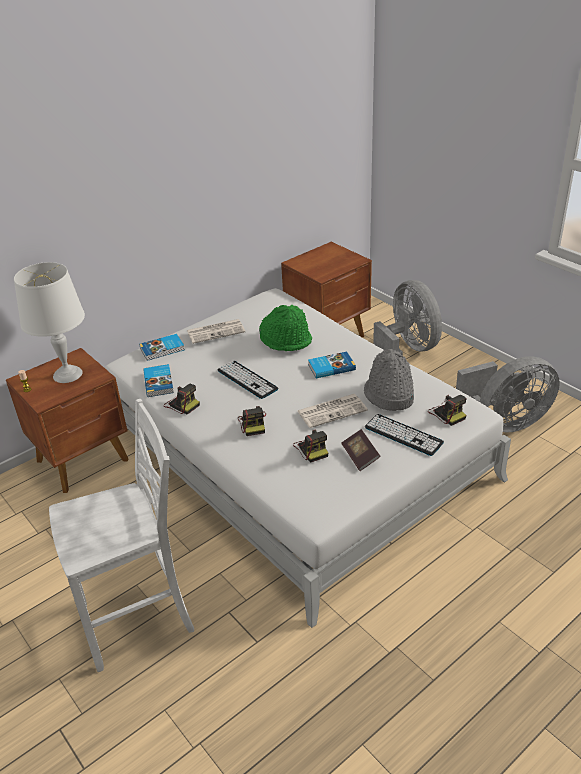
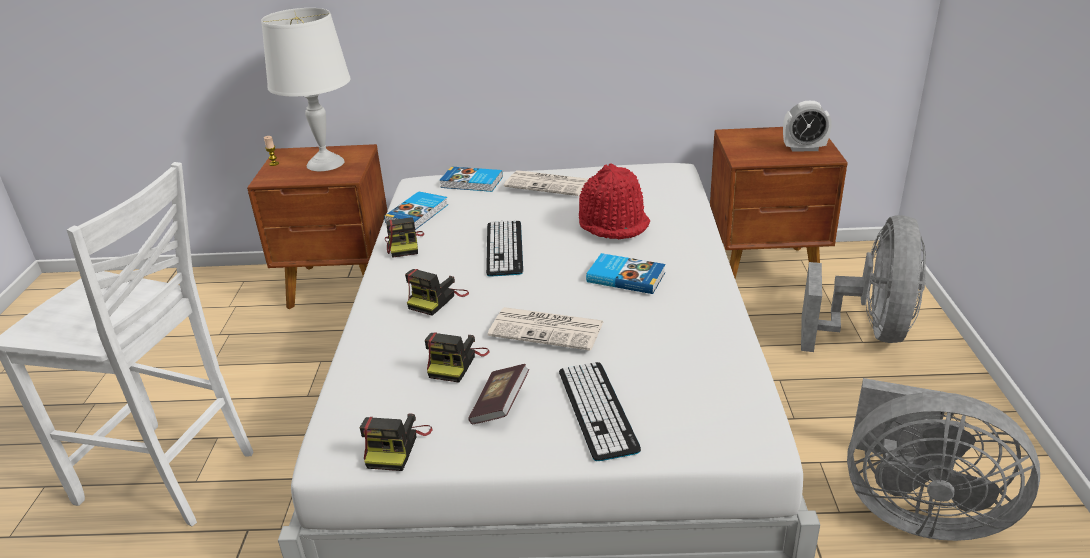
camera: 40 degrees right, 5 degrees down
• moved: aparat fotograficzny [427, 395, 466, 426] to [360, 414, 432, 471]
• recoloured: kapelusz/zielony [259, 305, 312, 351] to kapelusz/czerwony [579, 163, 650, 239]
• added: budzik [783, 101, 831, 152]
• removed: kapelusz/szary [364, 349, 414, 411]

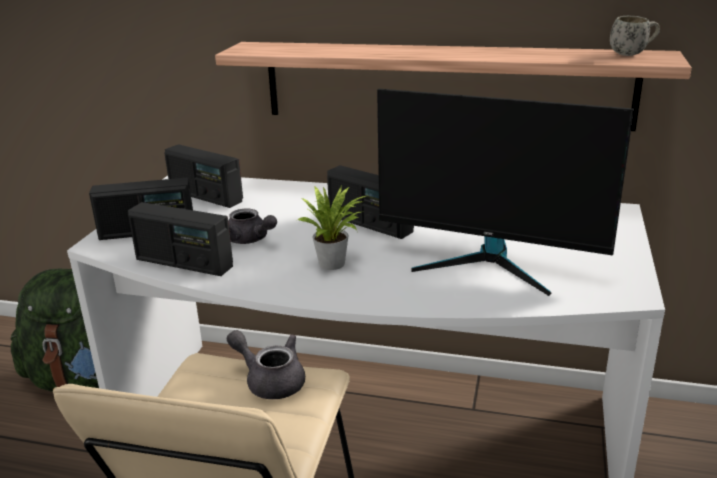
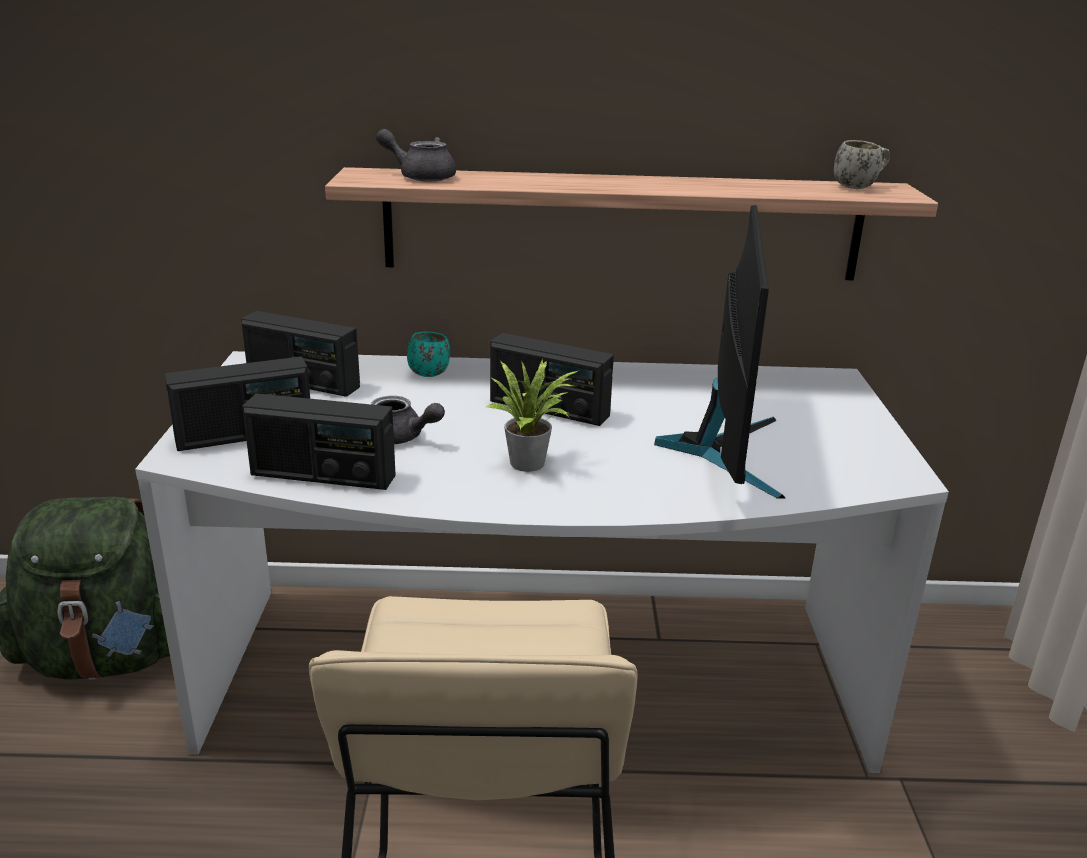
camera: 15 degrees left, 0 degrees up
• moved: imbryk/szary [227, 330, 305, 399] to [376, 129, 456, 182]
• added: kubek/turkusowy [407, 332, 450, 377]
• turned: monitor [377, 89, 634, 296] = [654, 205, 785, 499] 90 degrees counterclockwise

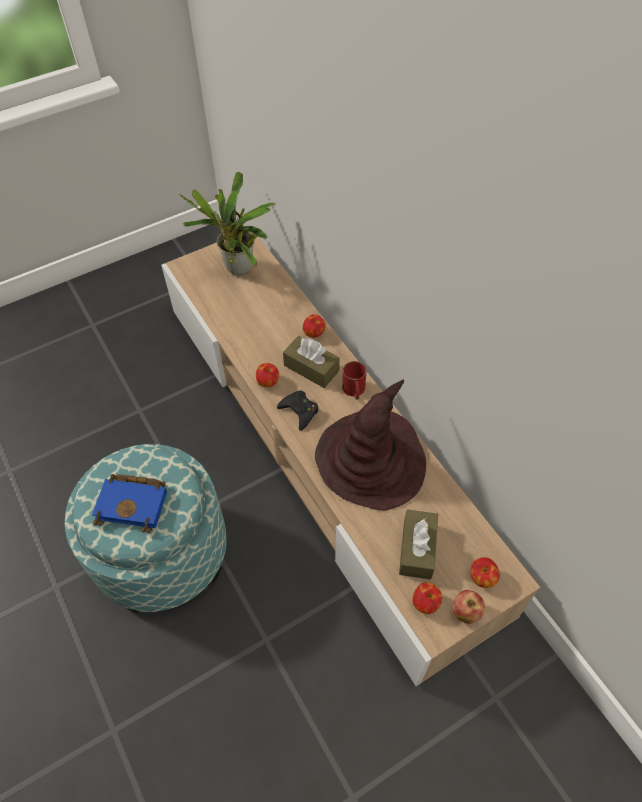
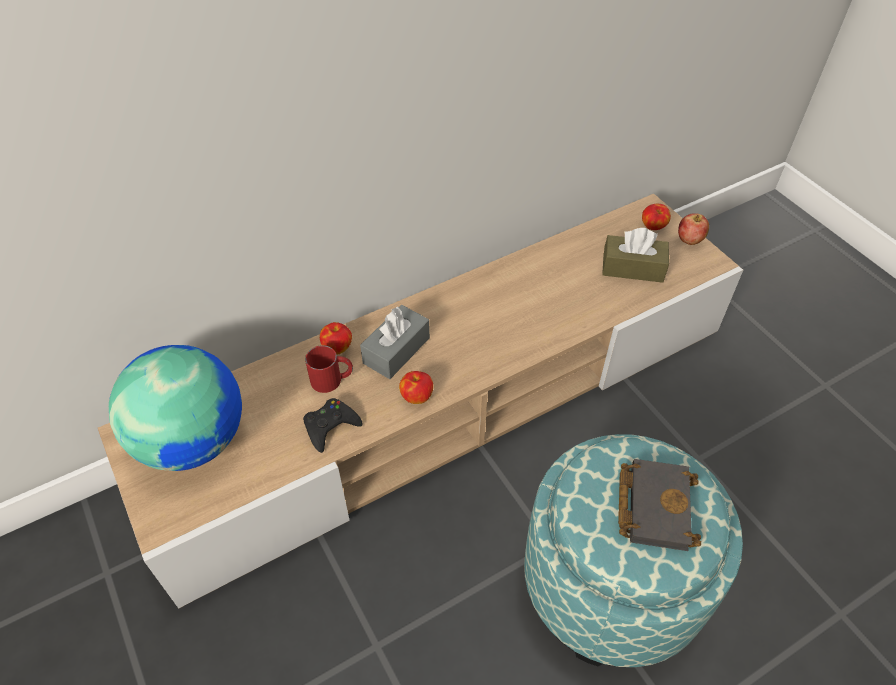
camera: 90 degrees left, 5 degrees down
• replaced: roślina doniczkowa [179, 172, 276, 275] to globus [109, 345, 242, 471]
• moved: pad do gier/czarny [277, 390, 318, 431] to [303, 398, 362, 453]
• moved: kubek/czerwony [342, 361, 366, 400] to [305, 345, 353, 393]
• recoloured: pudełko chusteczek/brązowy [283, 336, 340, 388] to pudełko chusteczek/szary [360, 305, 430, 379]
• recoloured: książka/niebieski [92, 474, 167, 533] to książka/czarny [618, 459, 701, 551]
• removed: kapelusz/brązowy [315, 380, 426, 510]
• removed: jabłko [413, 583, 442, 614]

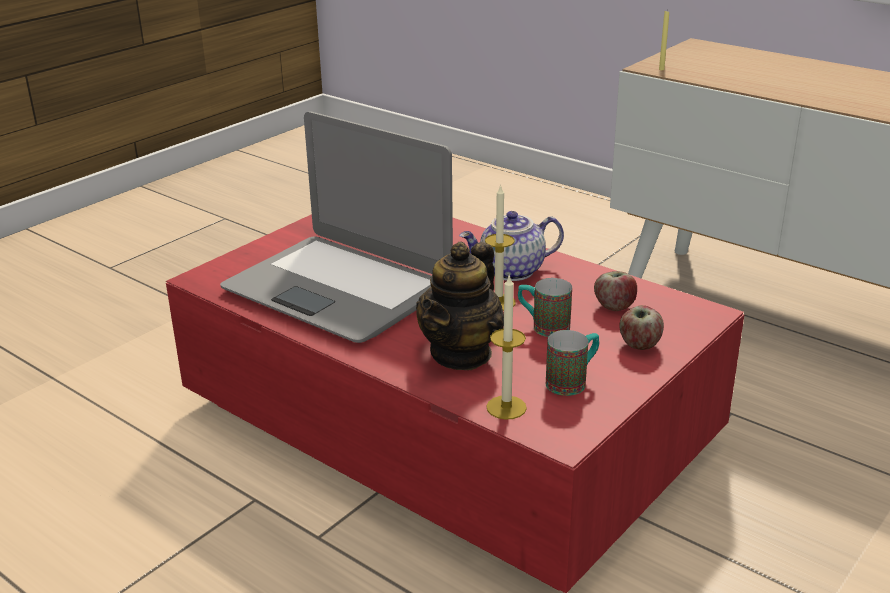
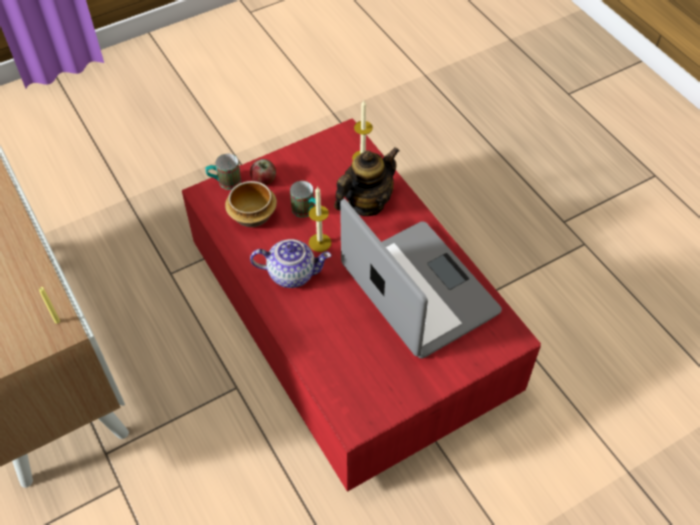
camera: 160 degrees left, 25 degrees up
• moved: kubek [546, 330, 599, 396] to [205, 154, 241, 190]
• replaced: jabłko [594, 271, 637, 311] to miska [225, 181, 277, 227]

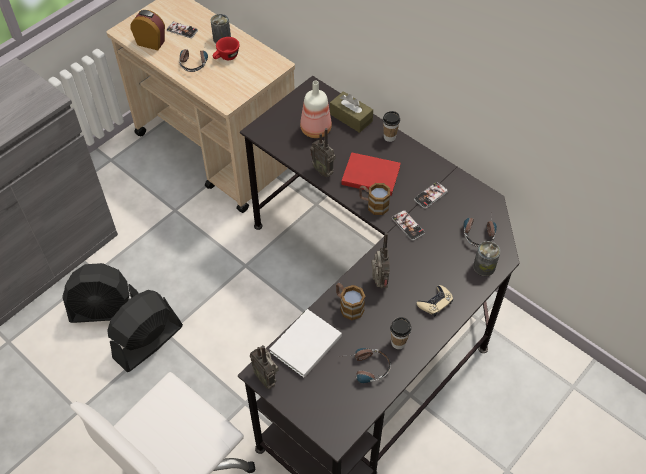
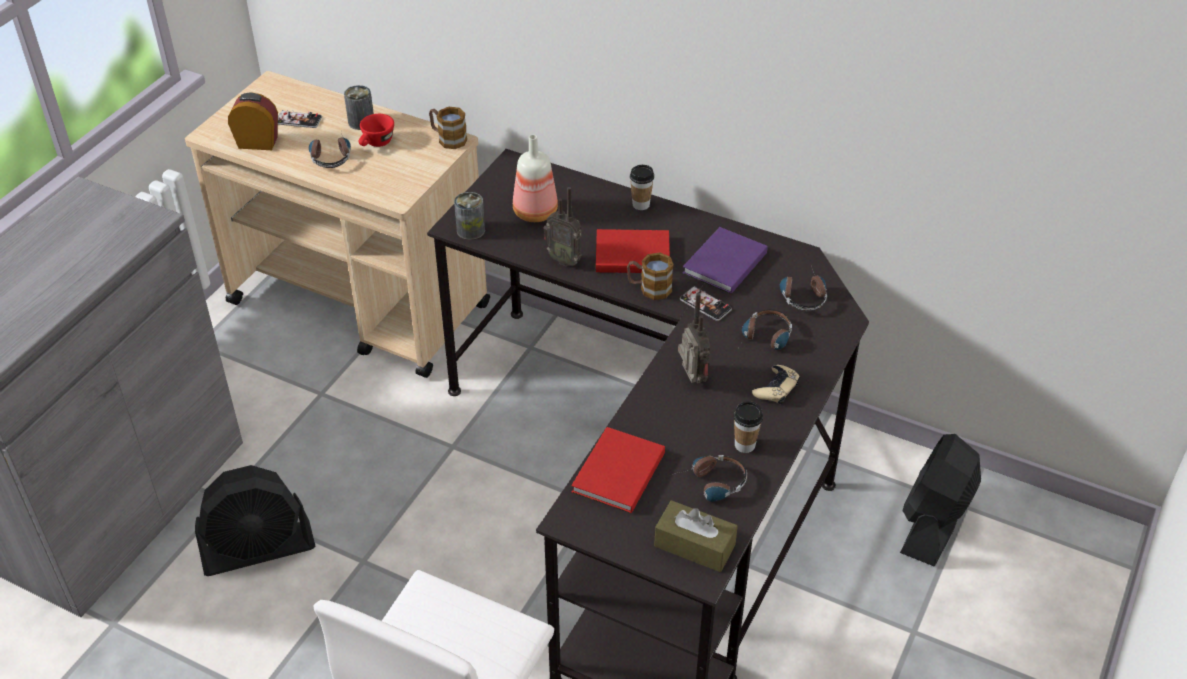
camera: 15 degrees left, 10 degrees down
• moved: kubek [336, 283, 365, 320] to [429, 107, 467, 149]
• moved: puszka [473, 241, 500, 276] to [454, 192, 485, 240]
• recoloured: książka/biały [270, 309, 342, 378] to książka/czerwony [571, 427, 665, 513]
• moved: pudełko chusteczek/brązowy [330, 91, 373, 133] to [654, 500, 738, 572]
• replaced: telefon [414, 182, 448, 209] to książka/fioletowy [683, 227, 768, 294]
• added: słuchawki [739, 309, 792, 350]
• moved: wentylator/czarny [107, 290, 183, 372] to [900, 434, 981, 566]
• removed: radio [250, 345, 279, 389]

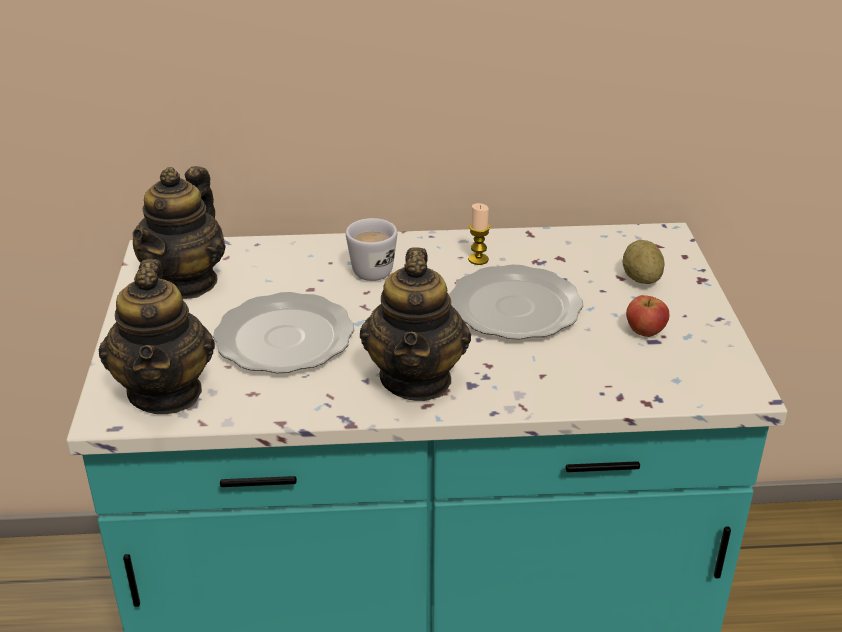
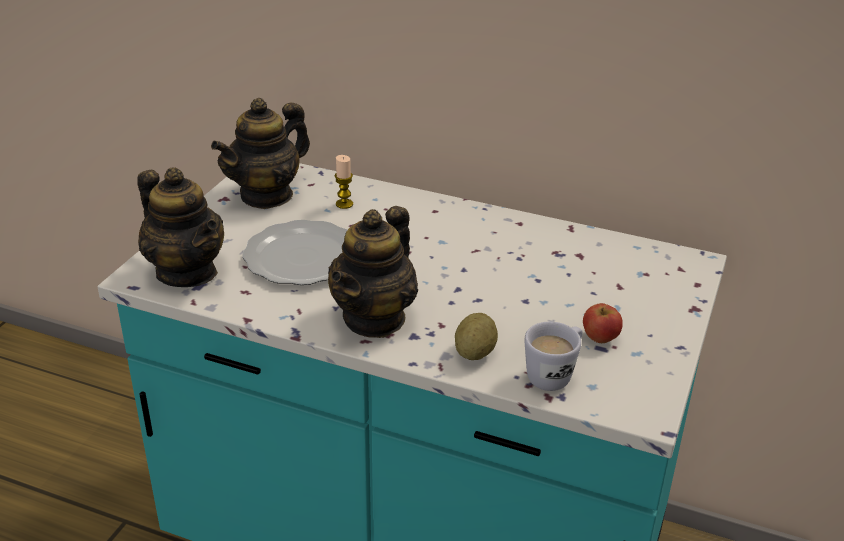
camera: 25 degrees right, 0 degrees up
• turned: imbryk [99, 259, 215, 414] = [137, 167, 224, 287] 60 degrees counterclockwise
• moved: świeca [468, 203, 490, 265] to [335, 155, 353, 209]
• moved: ziemniak [622, 240, 664, 284] to [455, 313, 498, 360]
• moved: kubek/biały [346, 218, 397, 281] to [525, 322, 583, 391]
• removed: talerz [449, 264, 583, 340]

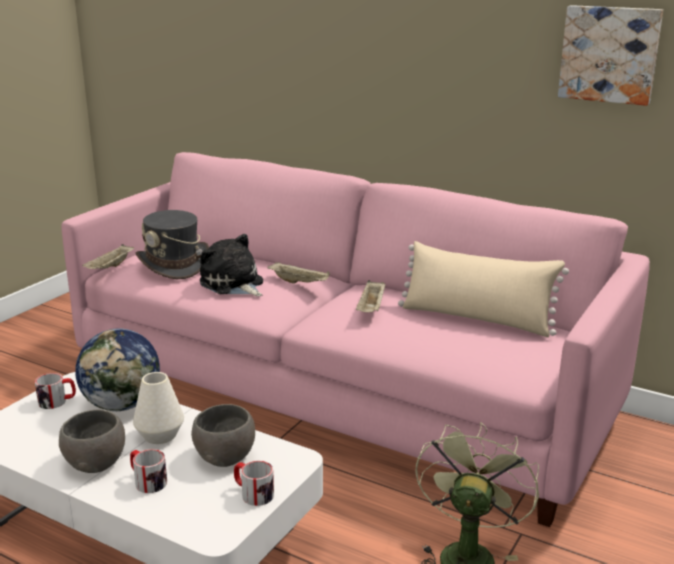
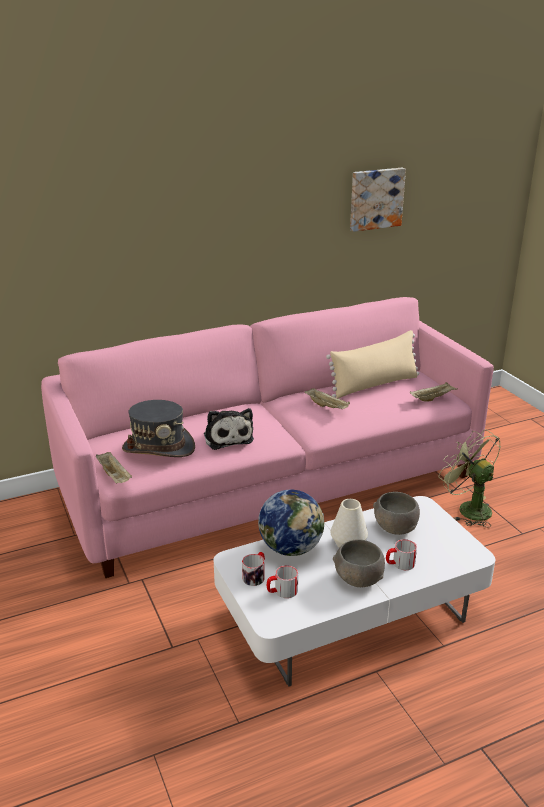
camera: 55 degrees left, 5 degrees up
• turned: pluszak [200, 234, 263, 296] = [204, 408, 254, 450] 105 degrees counterclockwise
• moved: kubek [234, 461, 274, 506] to [267, 565, 298, 598]
• moved: taca/beżowy [268, 262, 330, 284] to [410, 382, 457, 401]

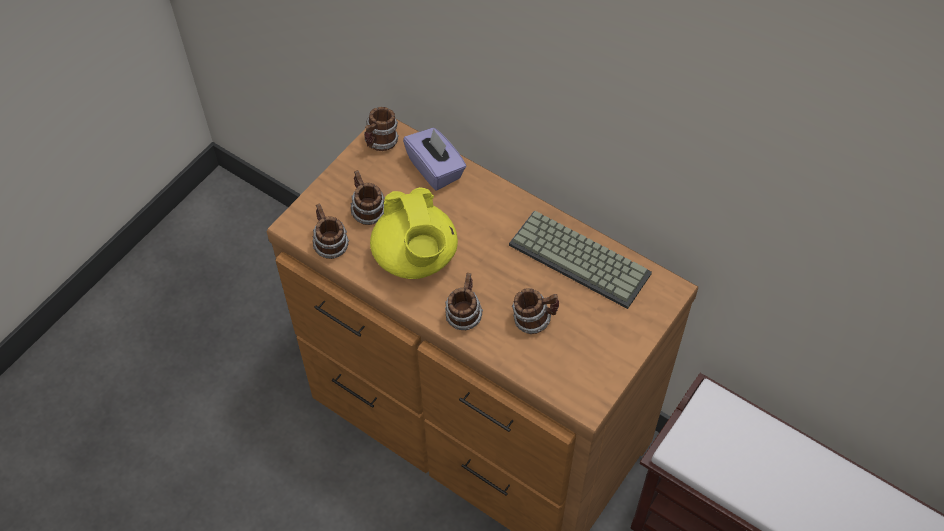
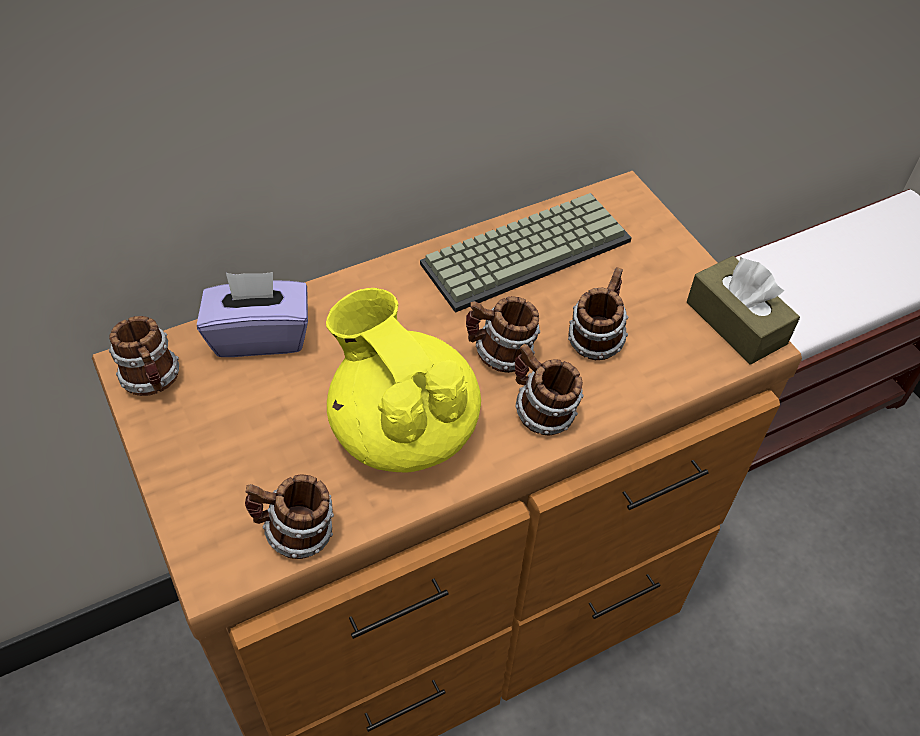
camera: 65 degrees left, 5 degrees down
• turned: imbryk/żółty [370, 187, 458, 279] = [326, 288, 481, 472] 135 degrees counterclockwise
• moved: kubek [351, 170, 385, 225] to [466, 296, 540, 373]
• added: pudełko chusteczek/brązowy [687, 256, 800, 364]

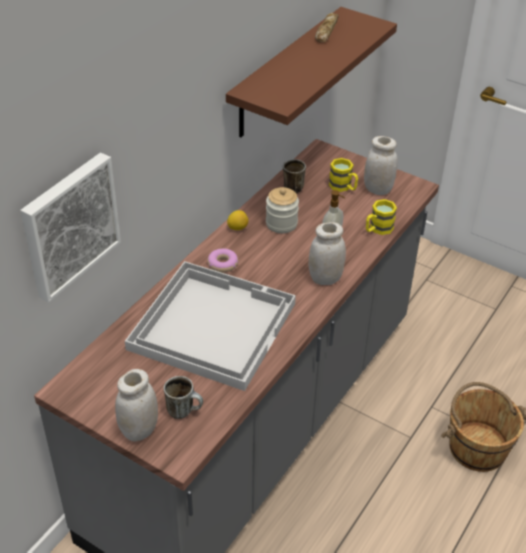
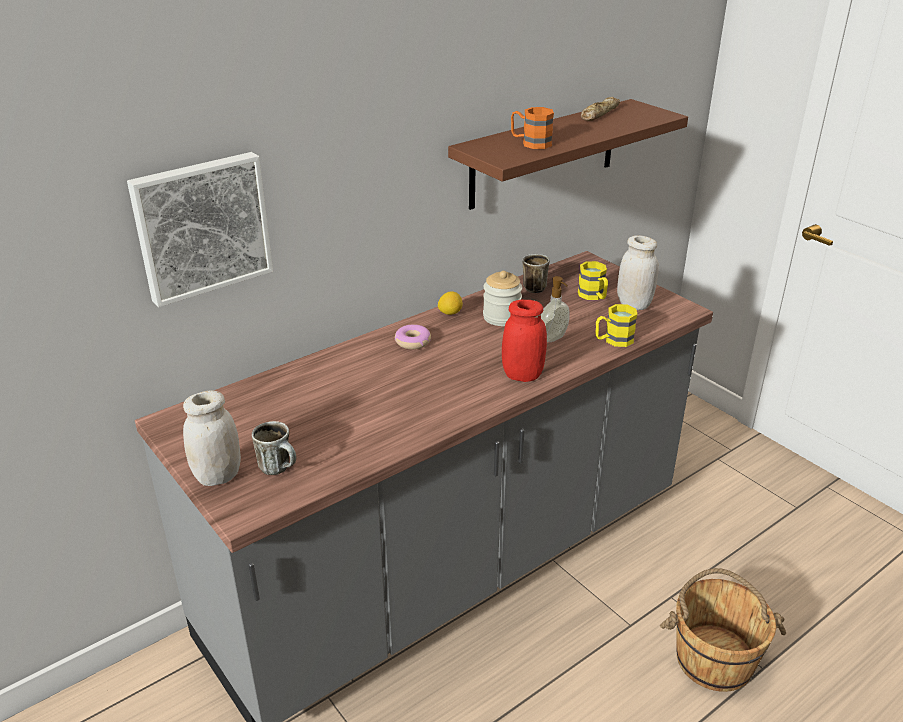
camera: 20 degrees right, 10 degrees down
• recoloured: słoik/biały [309, 222, 346, 285] to słoik/czerwony [502, 300, 547, 382]
• added: kubek/pomarańczowy [511, 107, 554, 149]
• removed: taca/biały [125, 261, 296, 391]

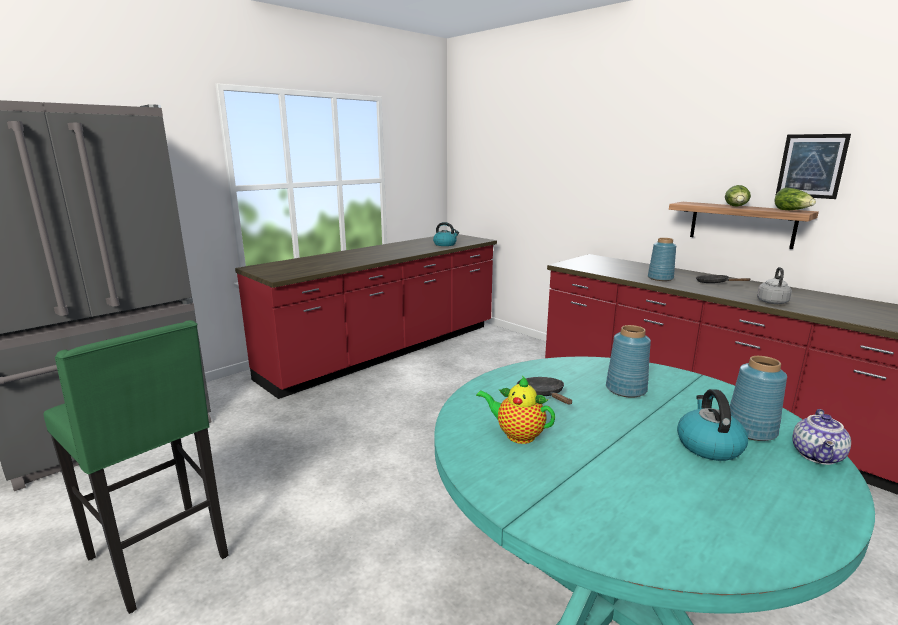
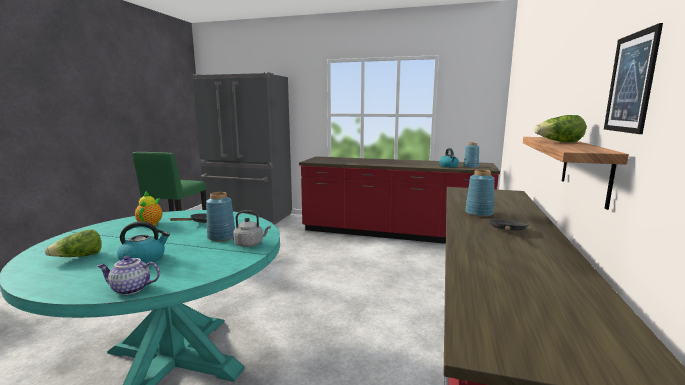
camera: 60 degrees right, 5 degrees down
• moved: sałata [774, 188, 816, 210] to [44, 229, 102, 257]
• moved: czajnik/szary [757, 267, 792, 304] to [233, 211, 271, 247]
• moved: wazon/niebieski [730, 356, 787, 441] to [463, 142, 479, 168]

